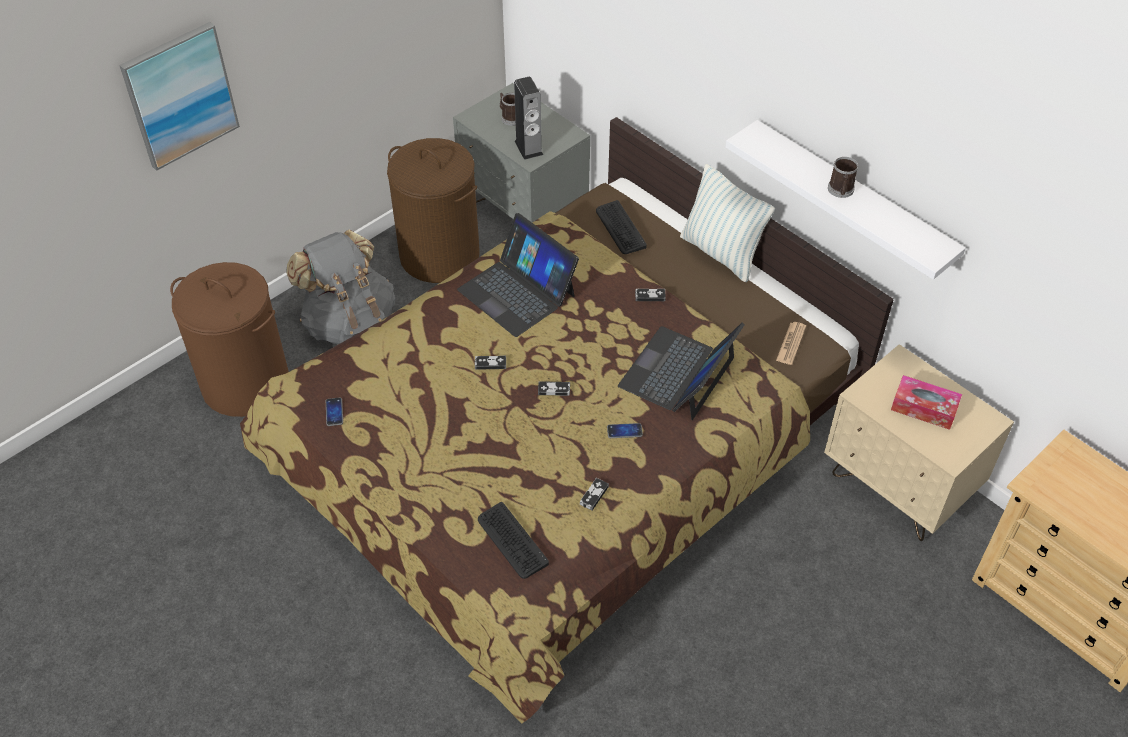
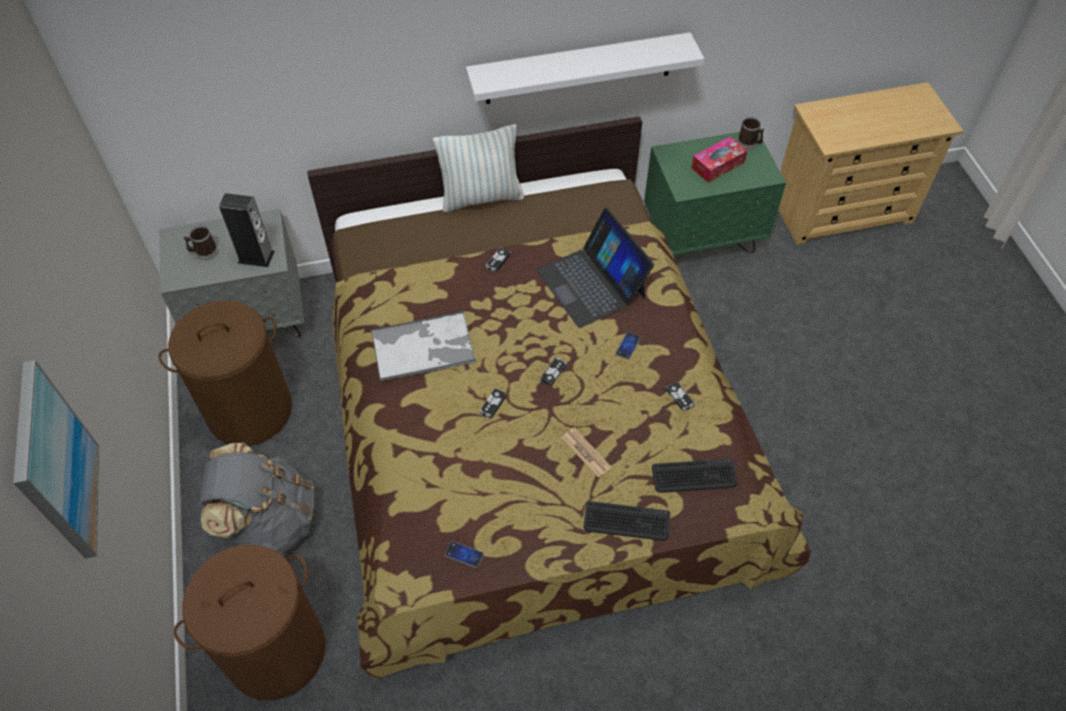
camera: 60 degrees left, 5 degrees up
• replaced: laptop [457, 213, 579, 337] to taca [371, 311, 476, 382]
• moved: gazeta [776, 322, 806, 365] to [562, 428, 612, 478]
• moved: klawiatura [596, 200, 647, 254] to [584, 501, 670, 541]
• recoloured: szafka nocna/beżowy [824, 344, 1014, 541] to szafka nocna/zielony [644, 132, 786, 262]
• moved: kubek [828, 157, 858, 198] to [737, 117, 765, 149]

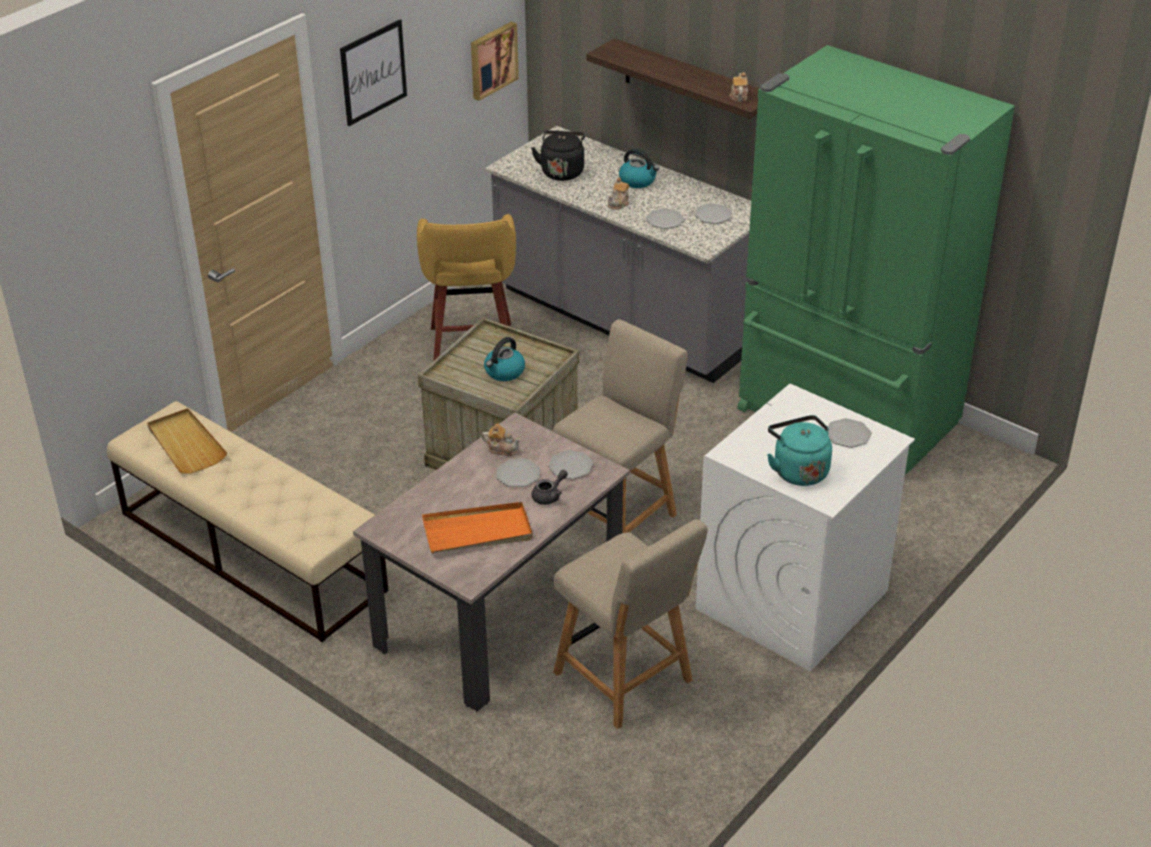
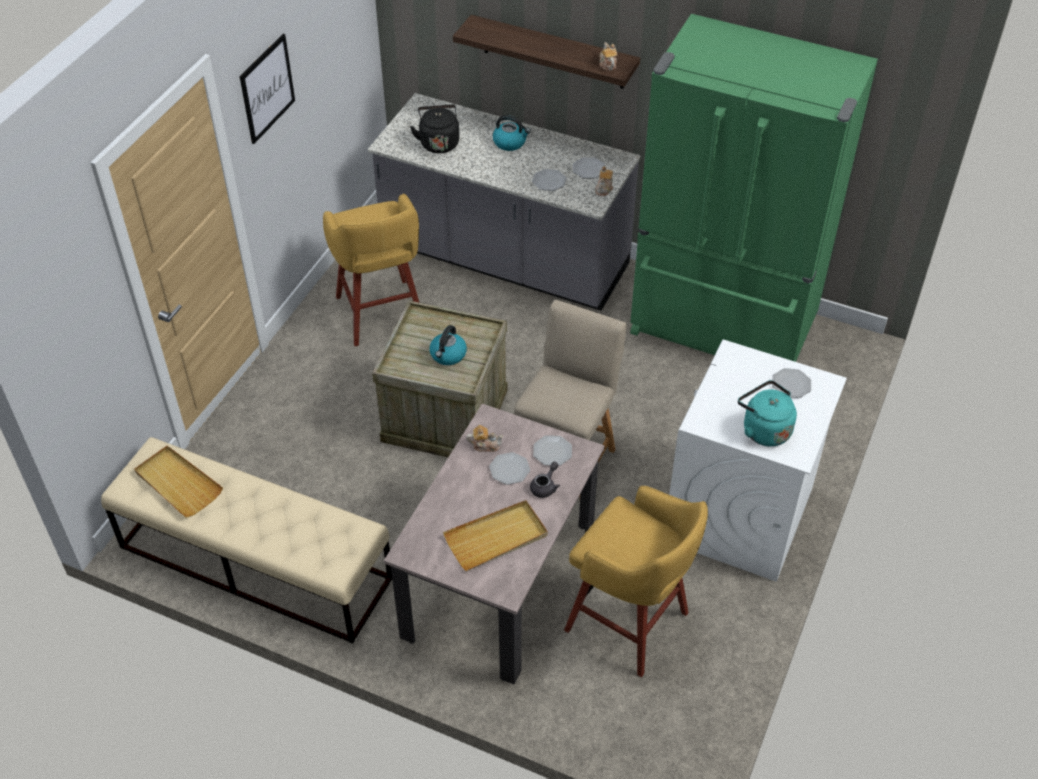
camera: 15 degrees left, 10 degrees up
• recoloured: taca/pomarańczowy [422, 502, 533, 553] to taca/beżowy [443, 500, 548, 571]
• replaced: krzesło/beżowy [553, 519, 708, 729] to stołek/żółty [564, 486, 708, 677]
• moved: imbryk [608, 177, 629, 210] to [595, 166, 613, 196]
• removed: obraz [471, 22, 519, 101]

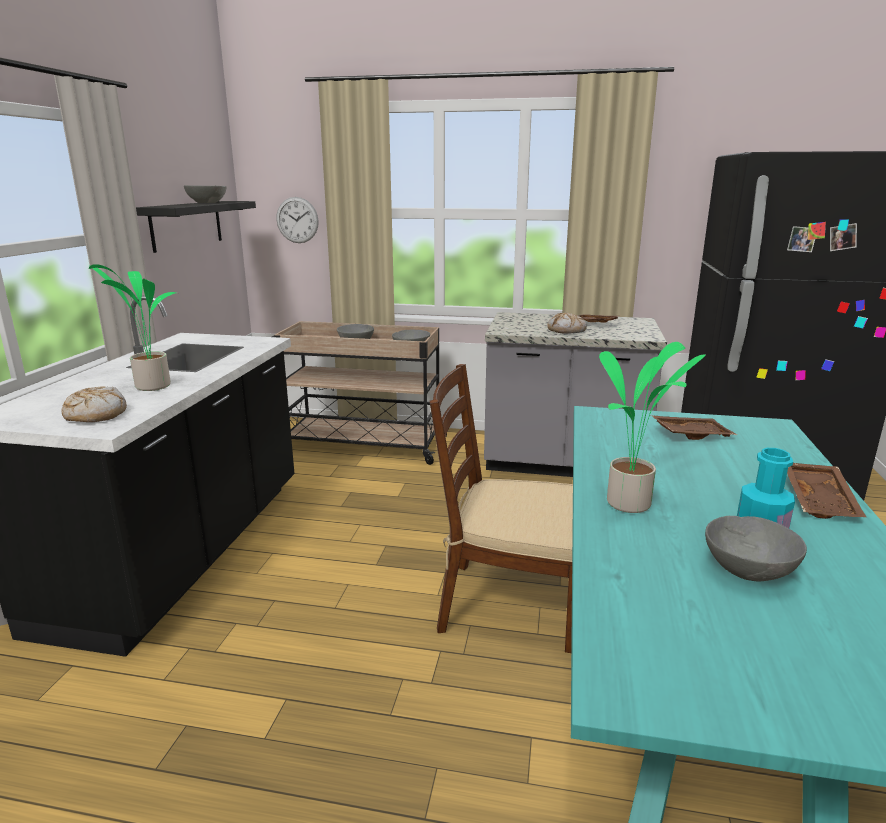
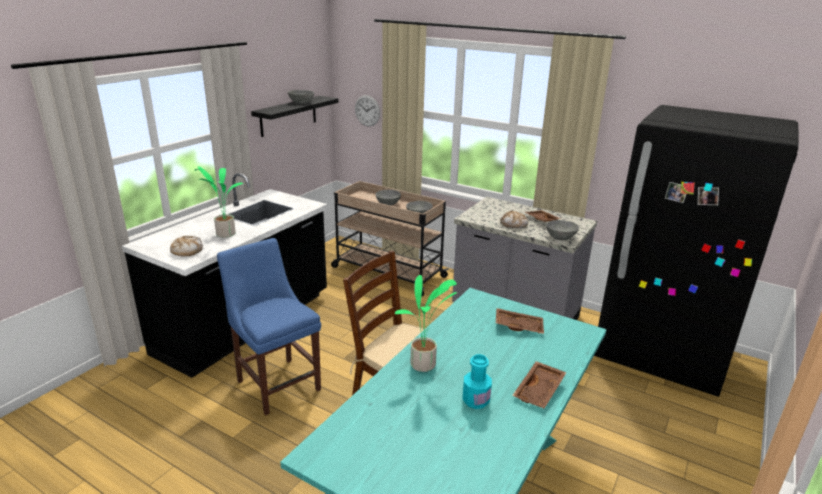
camera: 20 degrees right, 5 degrees up
• added: krzesło/niebieski [217, 238, 321, 415]
• moved: miska/szary [705, 516, 807, 581] to [546, 220, 579, 240]

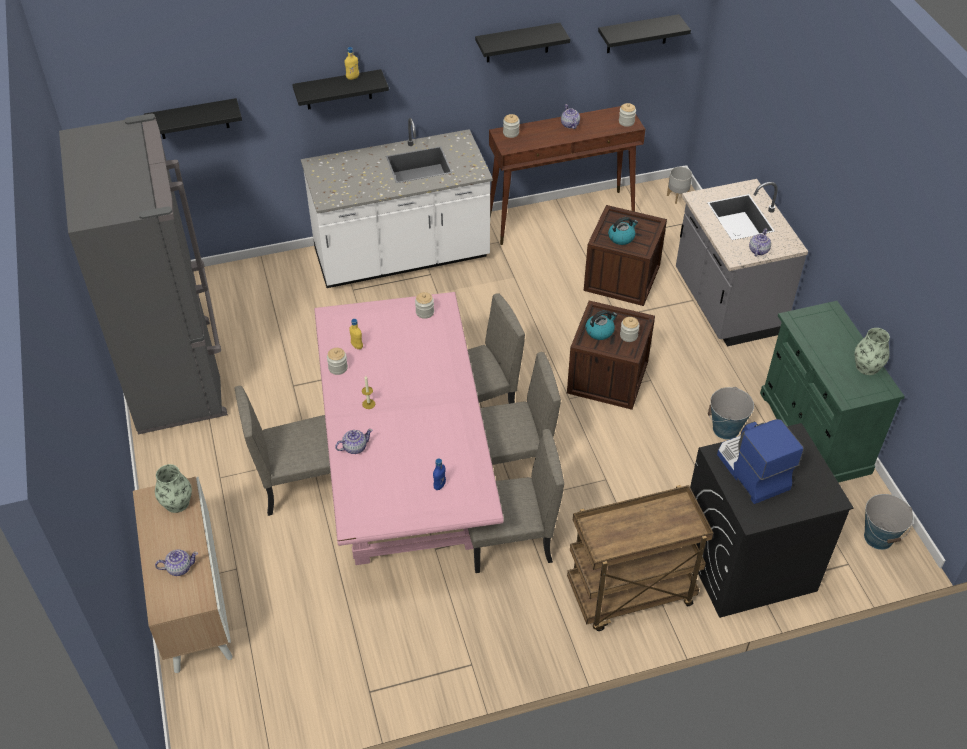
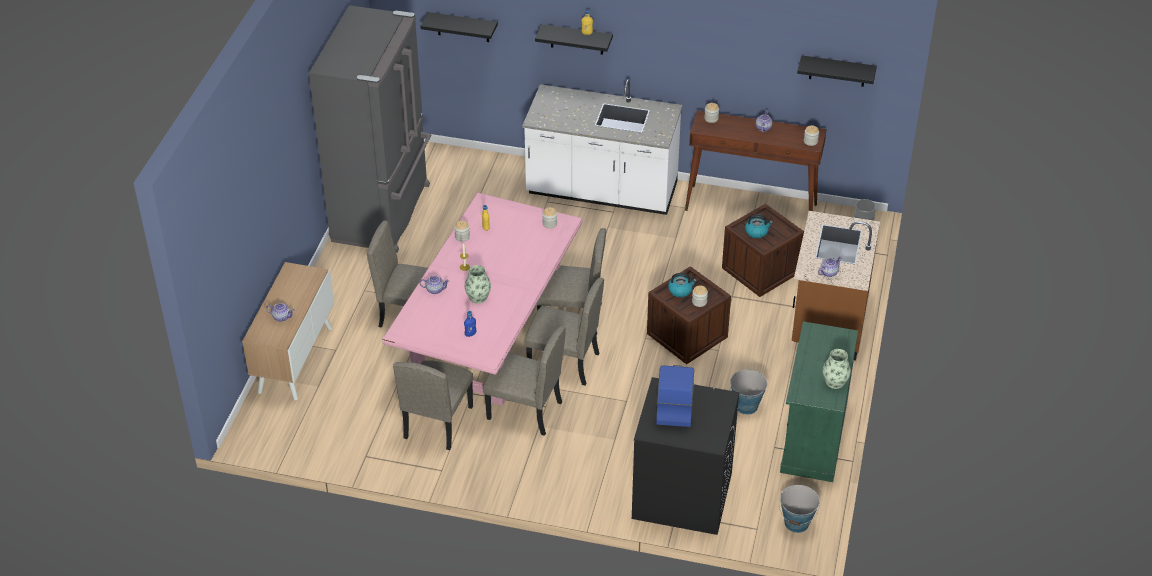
camera: 30 degrees right, 5 degrees down
• added: krzesło/beżowy [393, 360, 473, 450]
• moved: wazon [155, 464, 192, 513] to [465, 265, 491, 304]
• recoloured: zabudowa kuchenna/szary [676, 179, 808, 346] to zabudowa kuchenna/brązowy [792, 211, 880, 361]
• removed: półka/czarny [475, 23, 570, 62]
• removed: wózek/brązowy [567, 485, 714, 631]

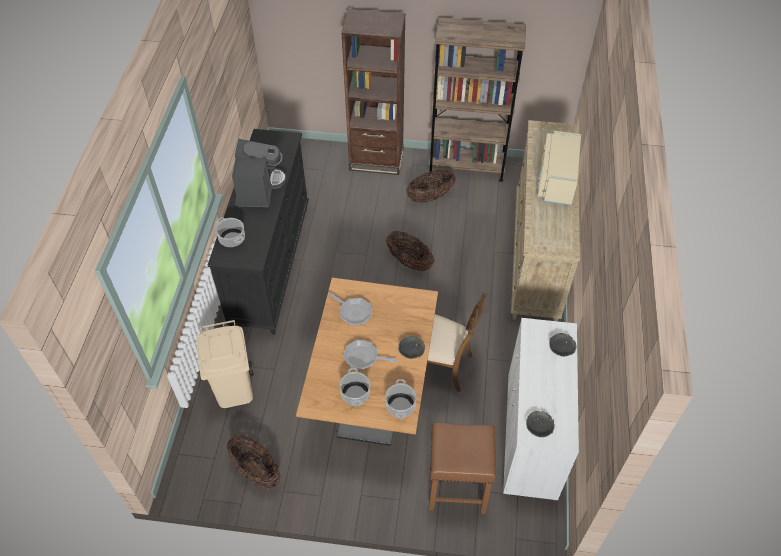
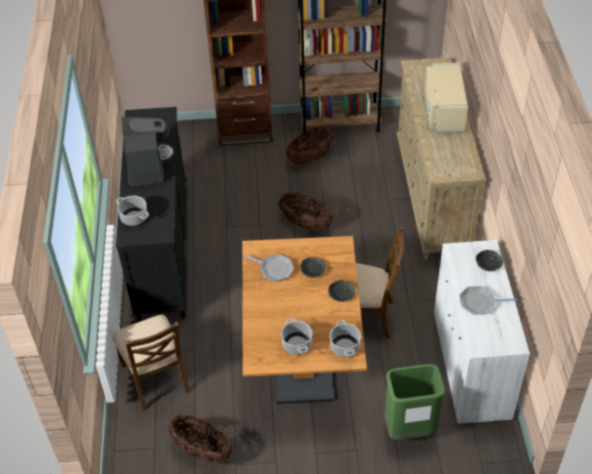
camera: 10 degrees left, 5 degrees down
• replaced: kosz na śmieci/beżowy [196, 320, 254, 408] to krzesło/brązowy [113, 315, 190, 411]
• moved: miska/szary [526, 411, 555, 437] to [300, 257, 326, 278]
• replaced: stołek/brązowy [429, 422, 496, 514] to kosz na śmieci/zielony [385, 364, 445, 440]
• moved: patelnia [344, 340, 398, 370] to [459, 286, 517, 314]

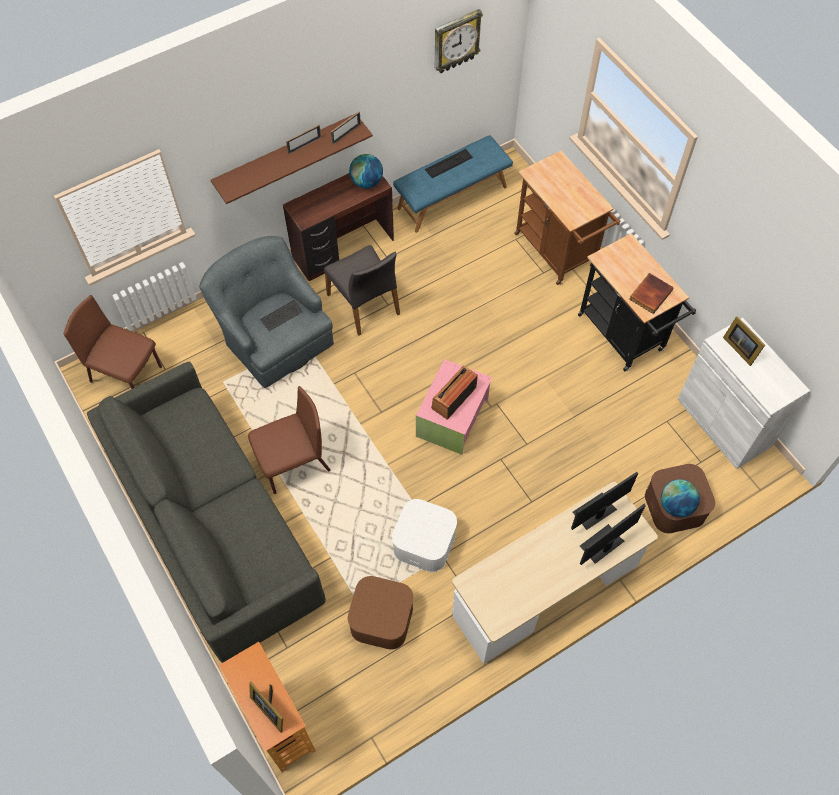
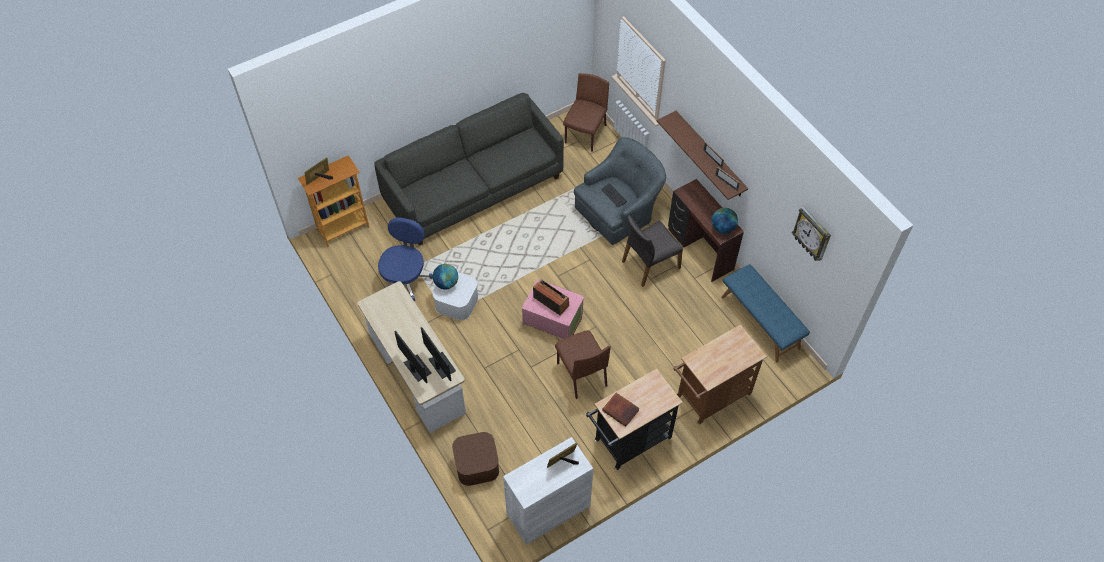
camera: 90 degrees right, 5 degrees down
• replaced: pojemnik do przechowywania/brązowy [348, 576, 413, 650] to krzesło biurowe/niebieski [378, 218, 433, 301]
• moved: globus [661, 479, 700, 517] to [432, 264, 458, 289]
• moved: krzesło/brązowy [248, 386, 331, 494] to [555, 330, 611, 399]
• removed: klawiatura [425, 149, 473, 178]

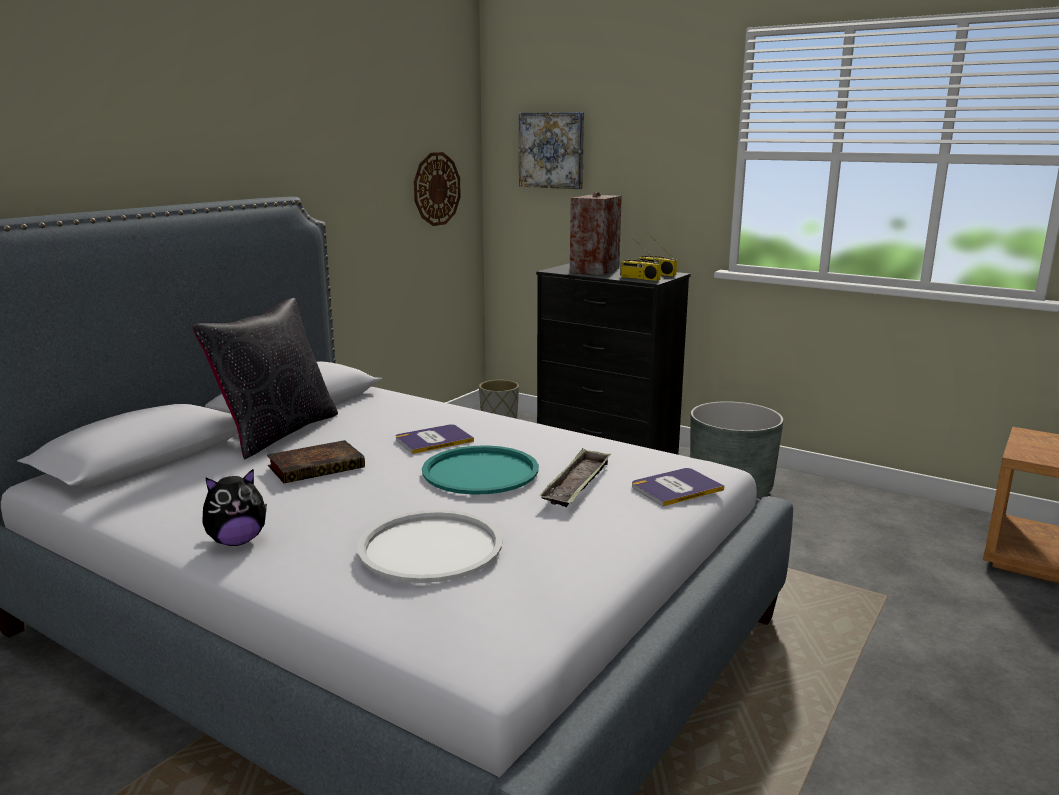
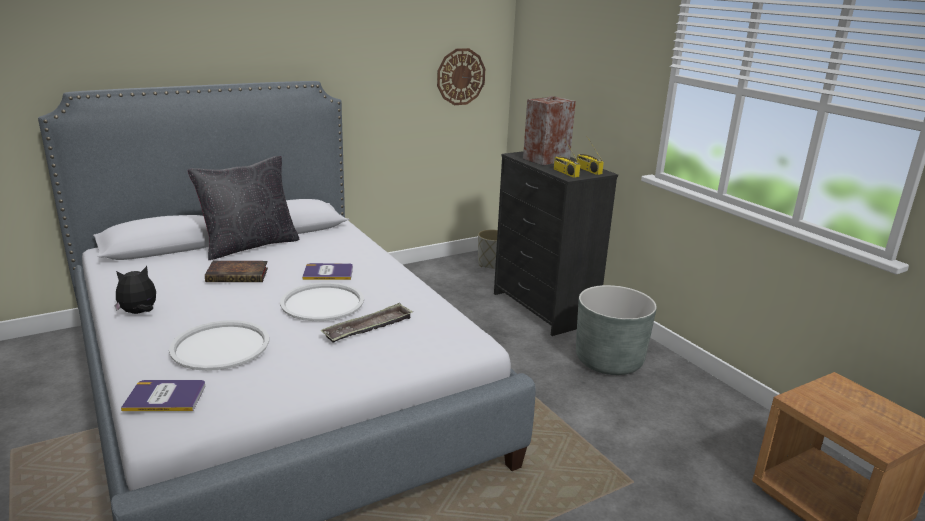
camera: 25 degrees right, 5 degrees up
• turned: pluszak [202, 468, 267, 546] = [115, 266, 156, 314] 150 degrees clockwise
• moved: książka [632, 468, 724, 506] to [121, 380, 205, 411]
• recoloured: taca/turkusowy [422, 445, 539, 495] to taca/biały [280, 282, 364, 321]
• removed: obraz [519, 112, 584, 189]

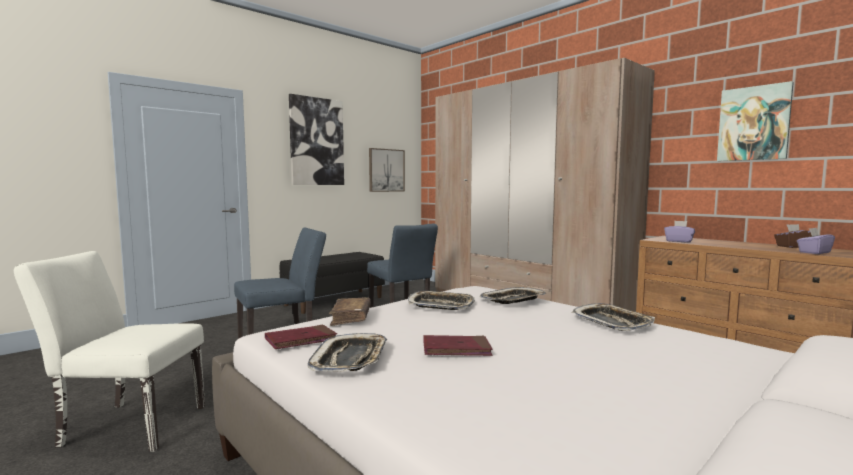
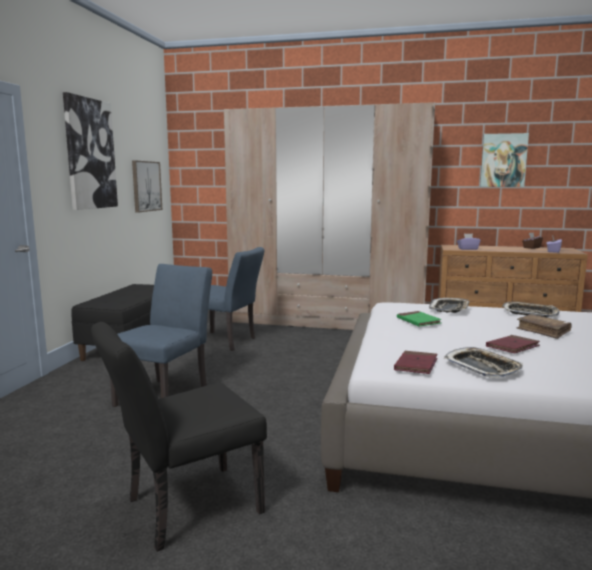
camera: 35 degrees left, 5 degrees up
• recoloured: krzesło/biały [14, 251, 205, 452] to krzesło/czarny [91, 322, 267, 552]
• replaced: taca [408, 291, 475, 310] to książka/zielony [397, 311, 442, 327]
• moved: książka/brązowy [329, 297, 371, 326] to [517, 314, 571, 339]

